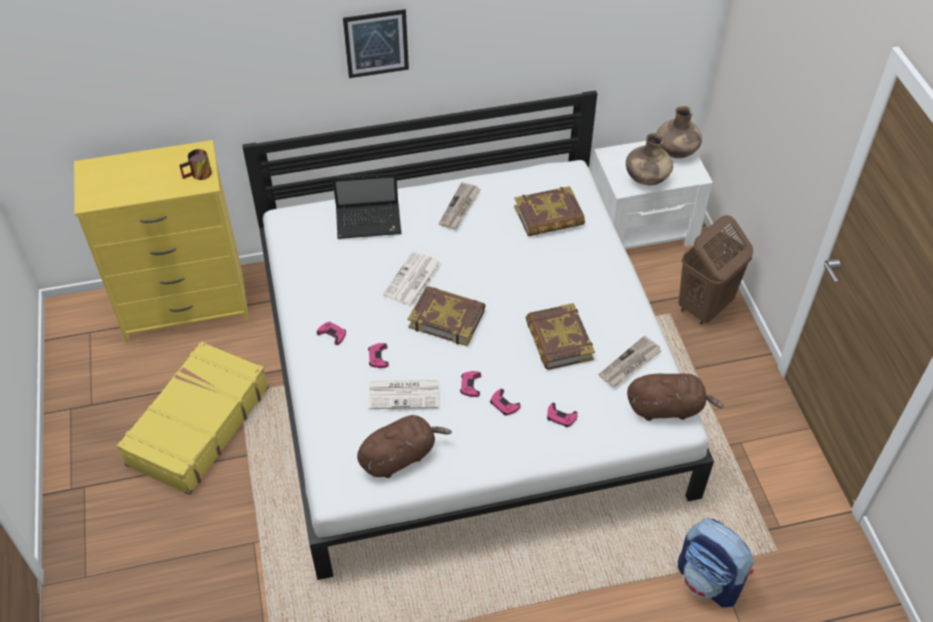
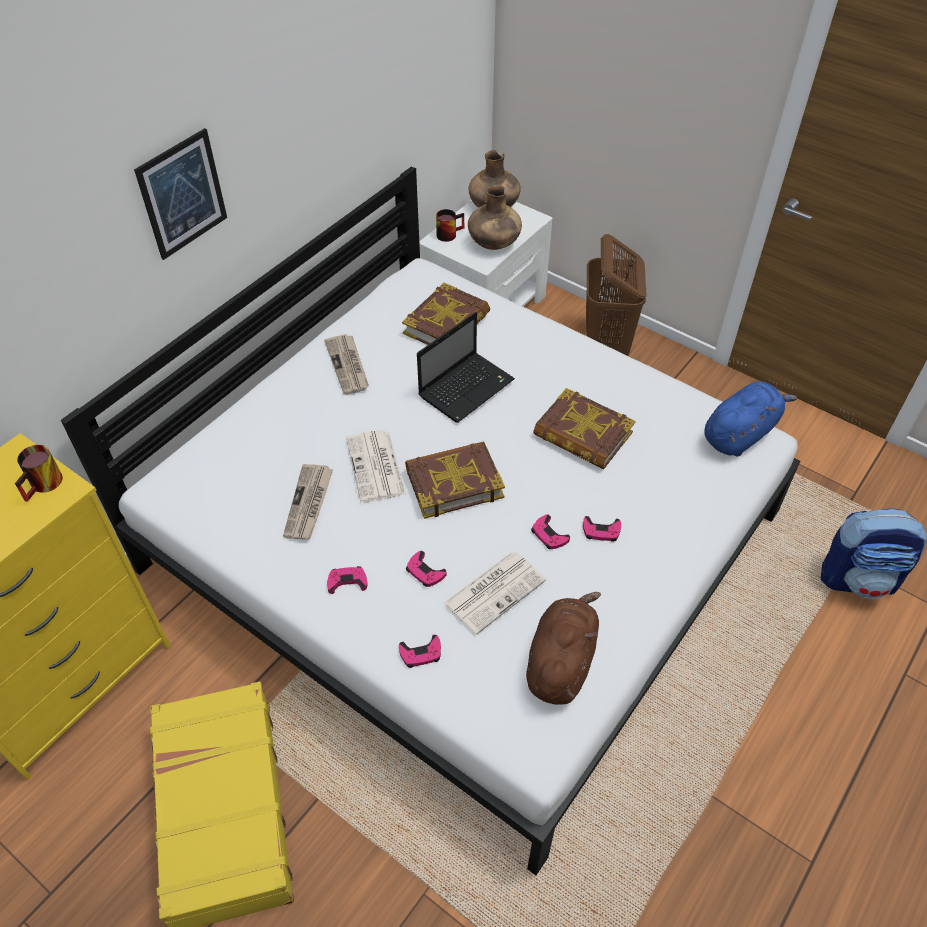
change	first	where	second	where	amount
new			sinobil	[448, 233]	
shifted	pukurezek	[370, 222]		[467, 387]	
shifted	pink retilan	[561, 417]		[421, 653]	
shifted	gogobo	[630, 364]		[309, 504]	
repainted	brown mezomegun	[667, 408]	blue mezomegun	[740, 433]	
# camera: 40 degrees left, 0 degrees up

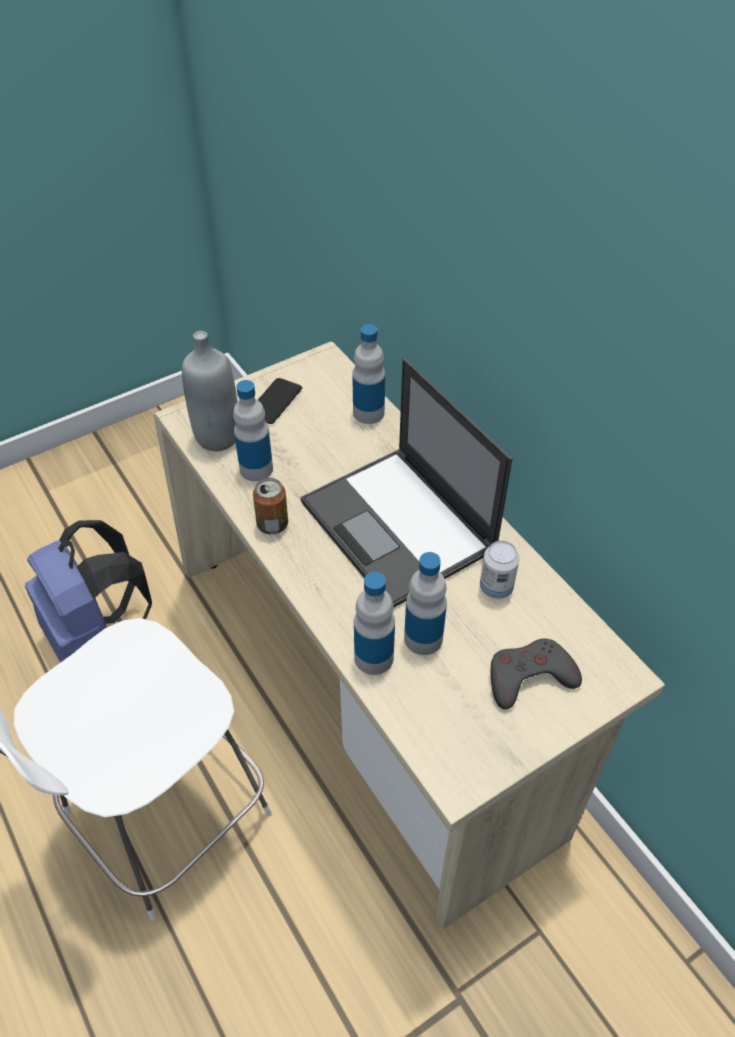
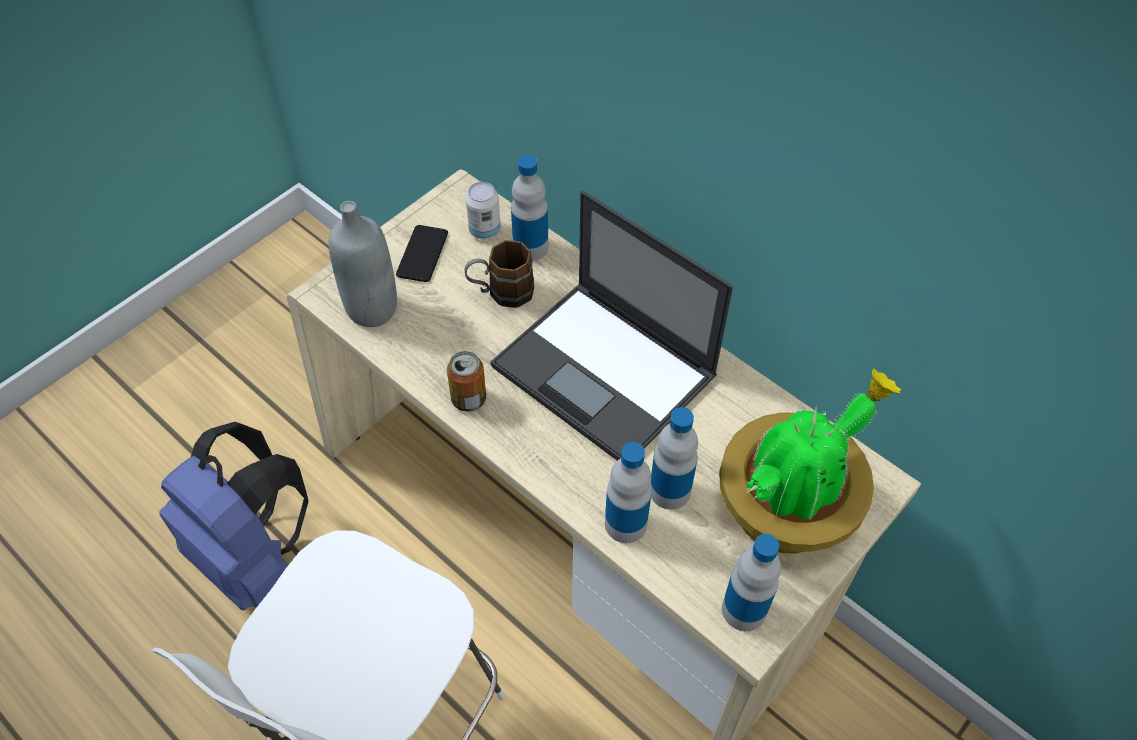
change	first	where	second	where	amount
new			brown sinobil	[501, 292]	
shifted	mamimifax	[256, 469]		[744, 610]	
shifted	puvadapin	[496, 588]		[485, 230]	
swapped	grey retilan	[529, 677]	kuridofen	[789, 507]	
# camera: 15 degrees left, 5 degrees up

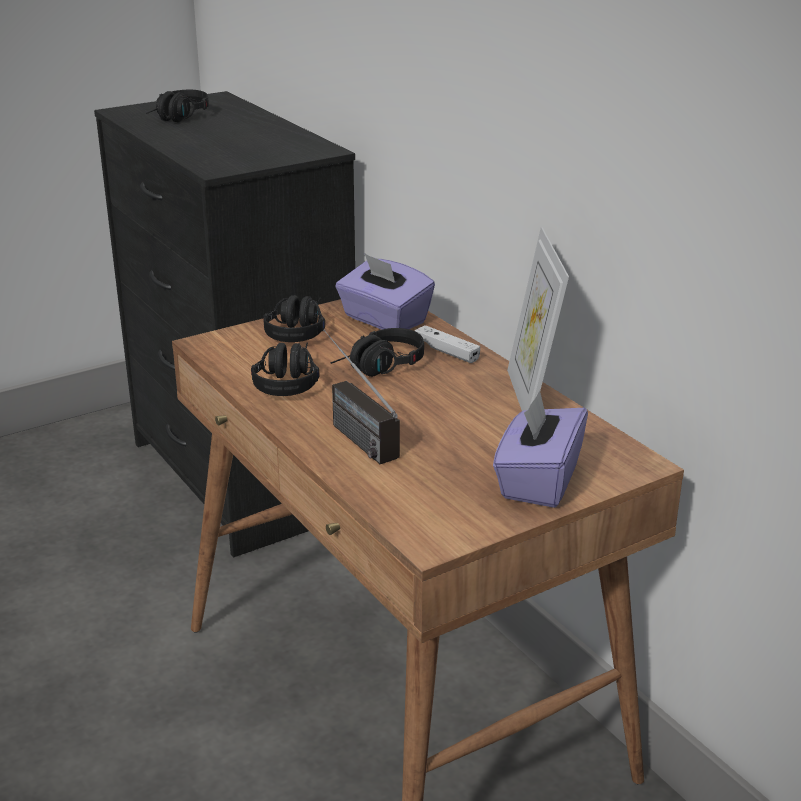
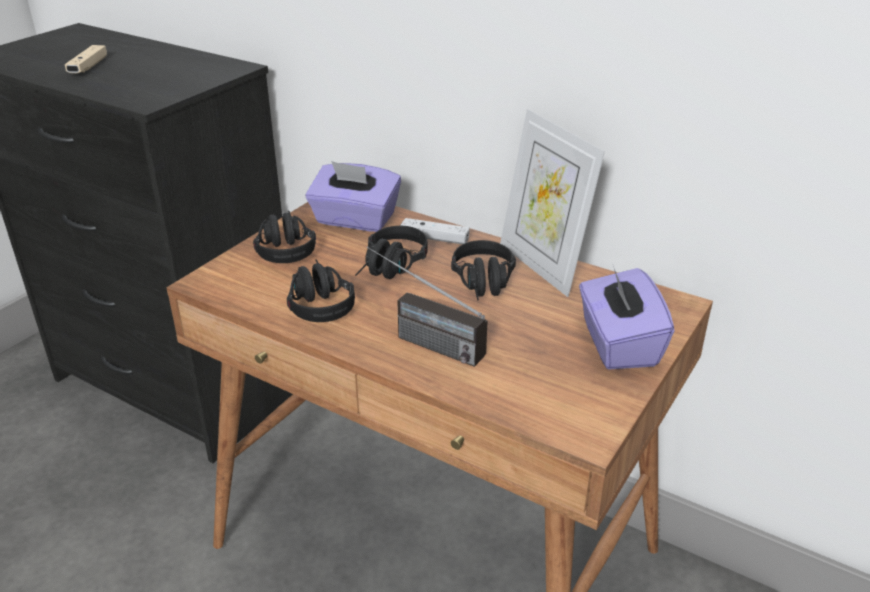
change	first	where	second	where	amount
new			beige retilan	[88, 67]	
shifted	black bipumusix	[178, 118]		[485, 286]	
# camera: 25 degrees left, 5 degrees up

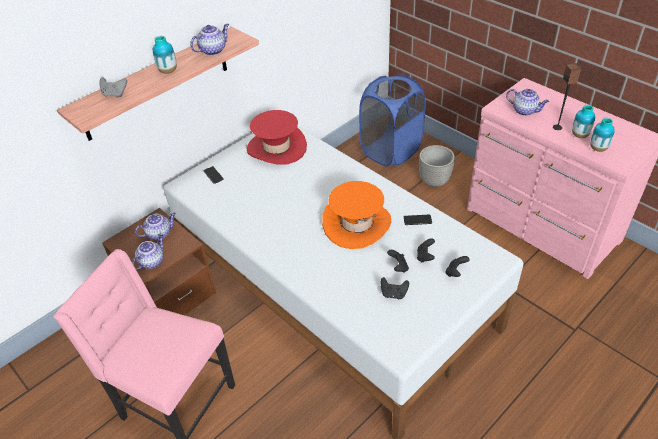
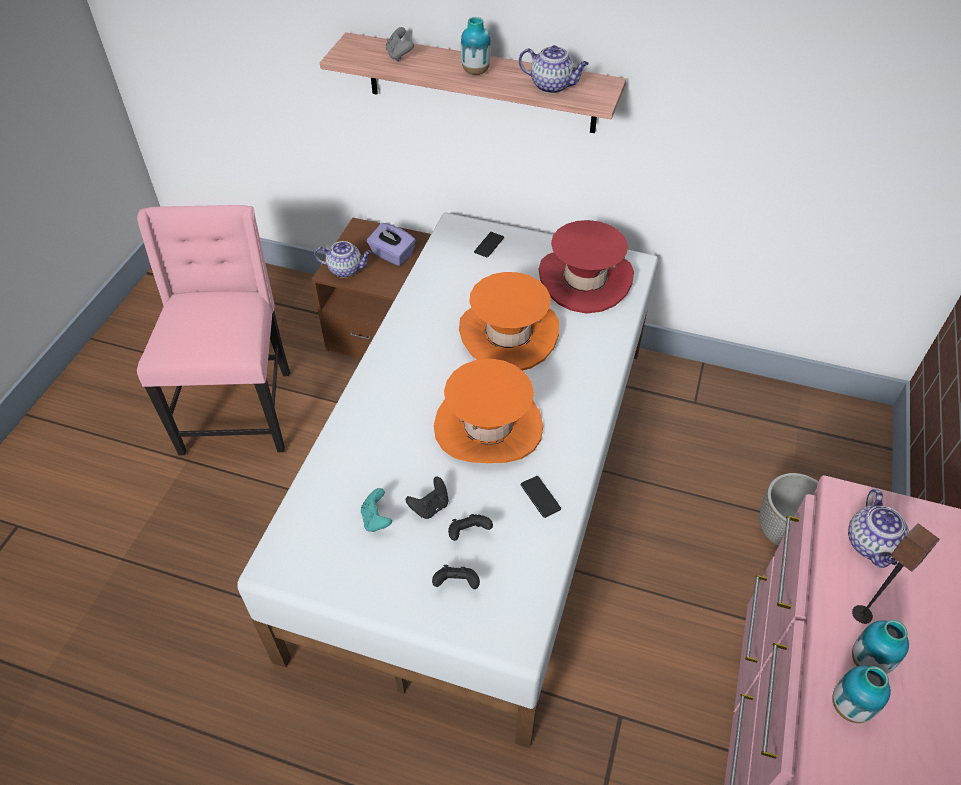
change	first	where	second	where	amount
gone	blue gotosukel	[391, 151]			
new			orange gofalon	[508, 335]	
swapped	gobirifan	[159, 233]	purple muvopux	[392, 255]	
repainted	black retilan	[393, 294]	turquoise retilan	[376, 519]	
# camera: 60 degrees right, 5 degrees up

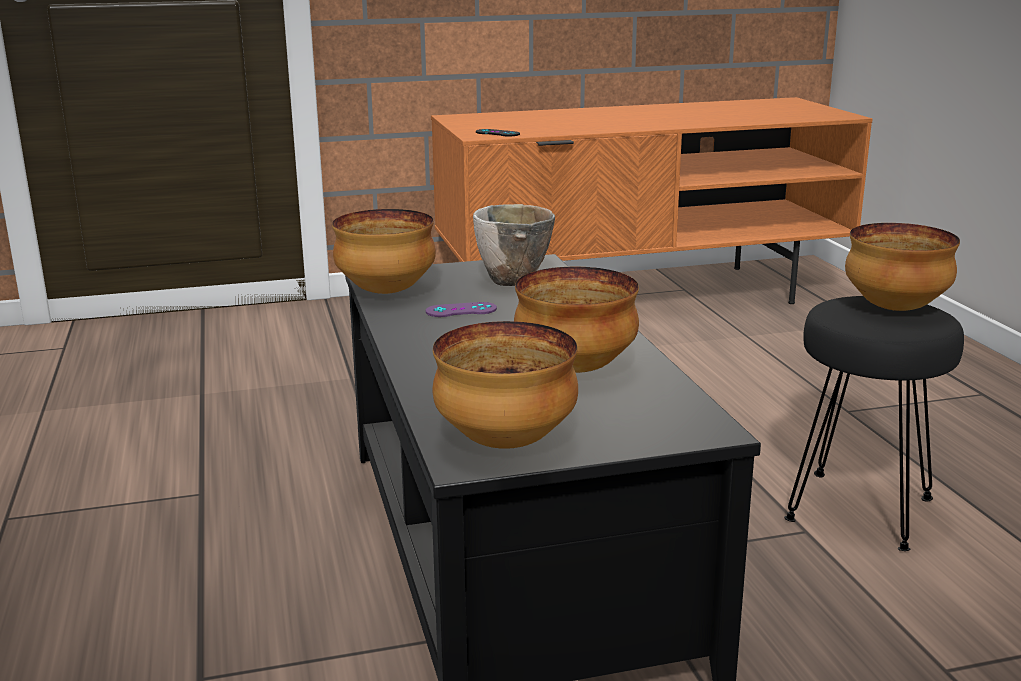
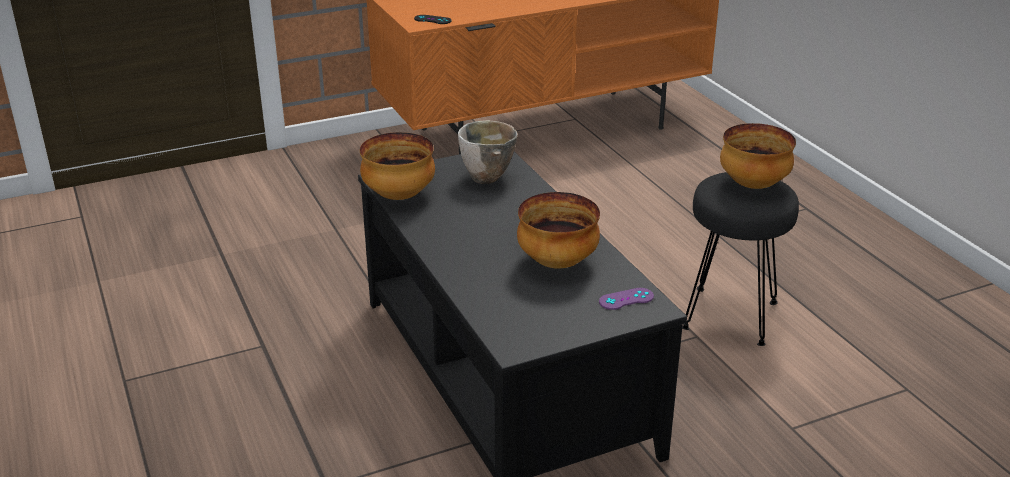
change	first	where	second	where	amount
gone	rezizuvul	[504, 442]			
shifted	purple retilan	[461, 310]		[626, 299]	
# camera: 10 degrees left, 10 degrees up

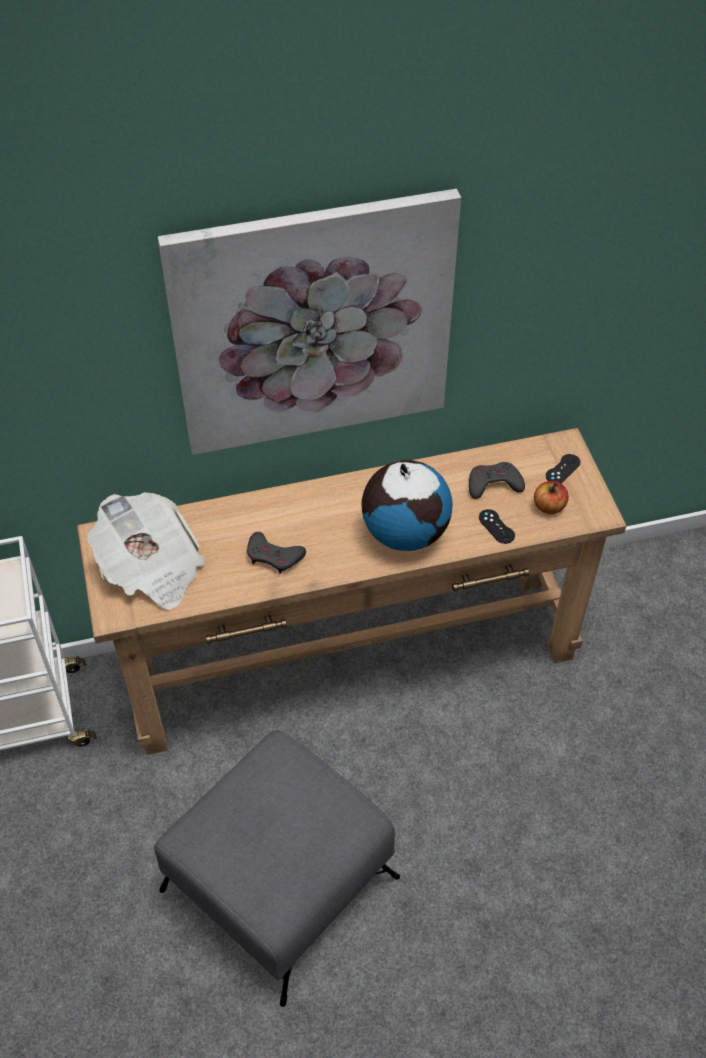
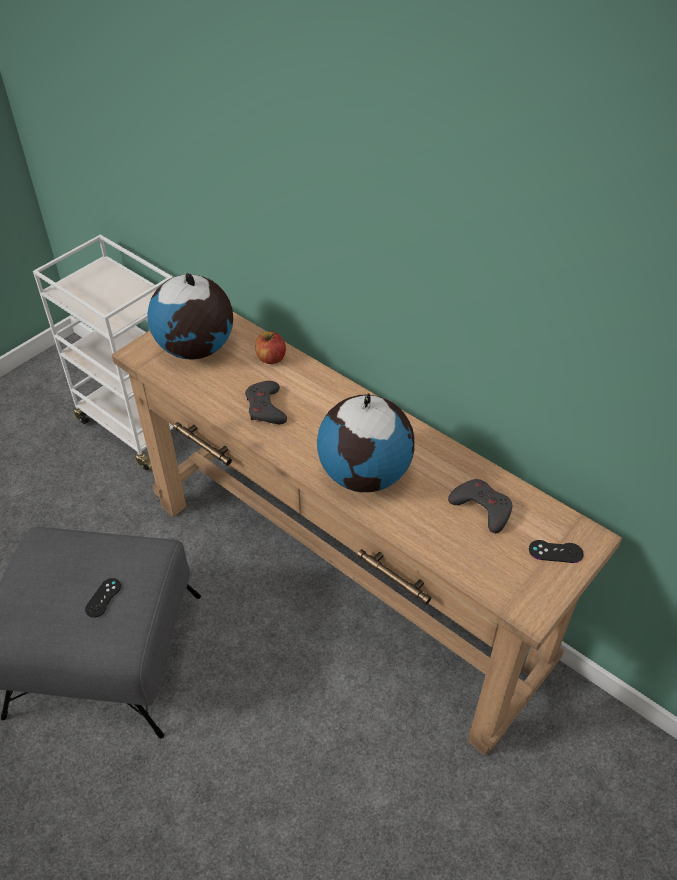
change	first	where	second	where	amount
gone	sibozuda	[313, 325]			
shifted	black retilan	[496, 526]		[103, 598]	
shifted	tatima	[549, 507]		[271, 358]	
swapped	gogobo	[151, 568]	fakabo	[196, 349]	
# camera: 55 degrees right, 5 degrees down

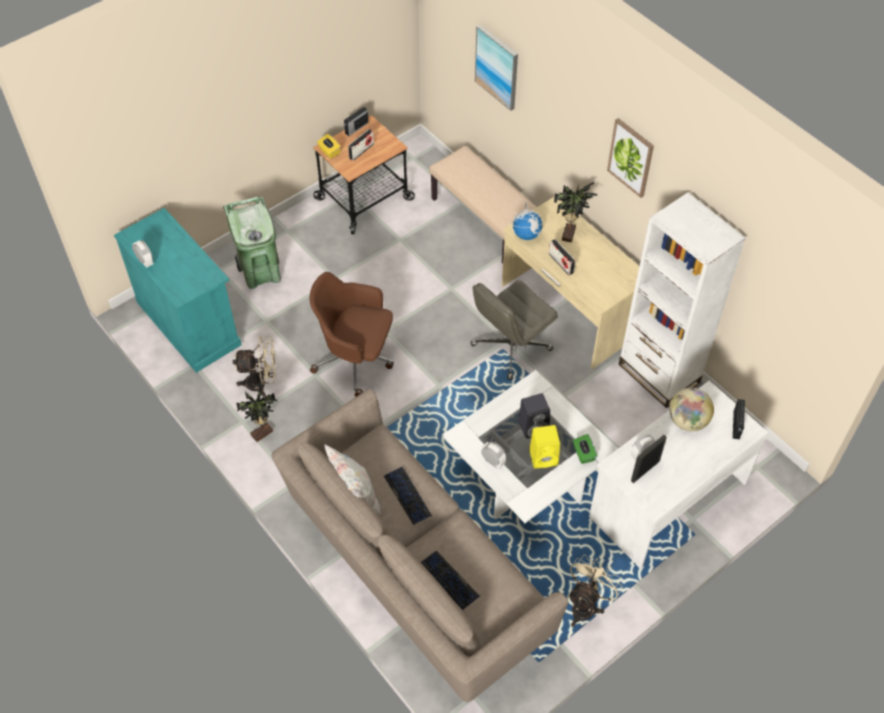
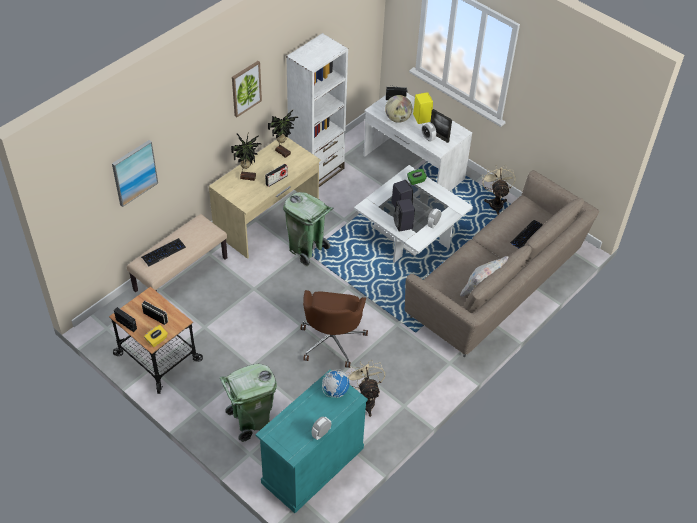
change	first	where	second	where	amount
new			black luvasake	[403, 225]	
shifted	kuridofen	[263, 434]		[283, 151]	
shifted	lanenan	[408, 496]		[163, 252]	
shifted	fakabo	[526, 234]		[335, 391]	
shifted	yellow luvasake	[544, 457]		[421, 117]	
swapped	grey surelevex	[510, 348]	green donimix	[306, 249]	
rotated	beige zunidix	[586, 605]		[495, 202]	60 degrees clockwise
# camera: 100 degrees left, 5 degrees down

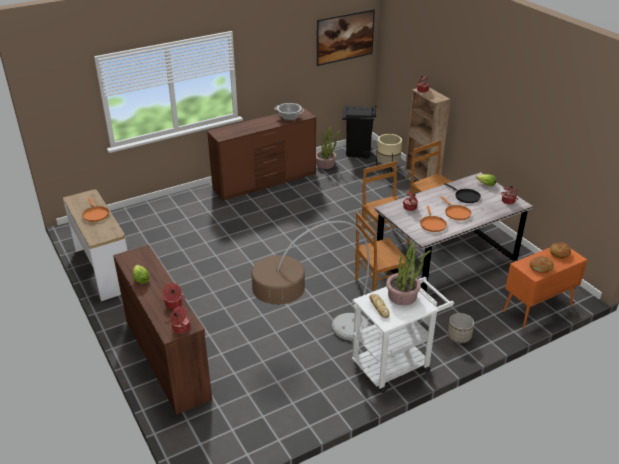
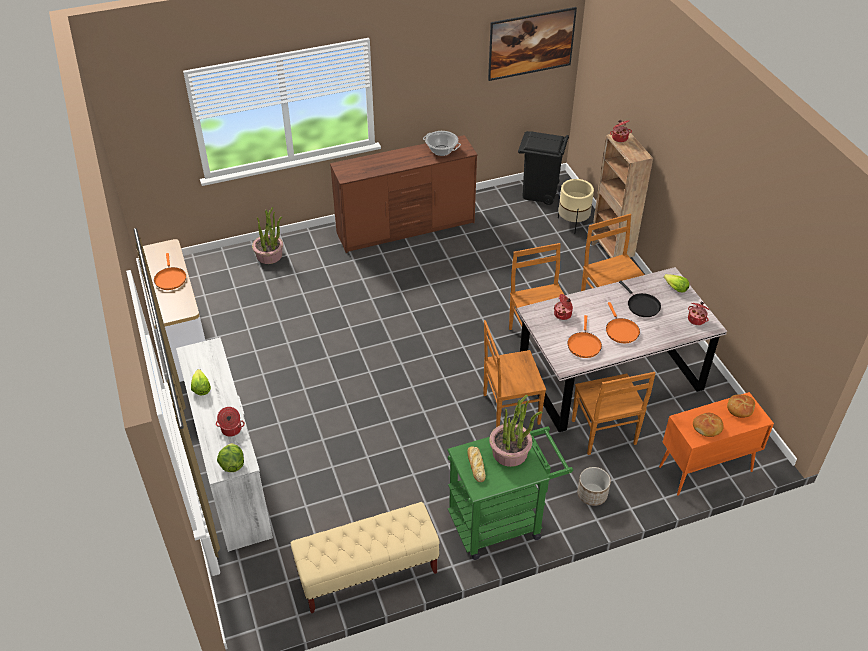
change	first	where	second	where	amount
gone	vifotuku	[310, 349]			
new			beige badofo	[367, 573]	
new			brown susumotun	[604, 434]	
shifted	kuridofen	[325, 164]		[269, 255]	
swapped	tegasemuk	[180, 328]	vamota	[232, 465]	
repainted	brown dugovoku	[167, 358]	white dugovoku	[232, 474]	
repainted	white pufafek	[396, 363]	green pufafek	[502, 521]	
# camera: 10 degrees right, 10 degrees up

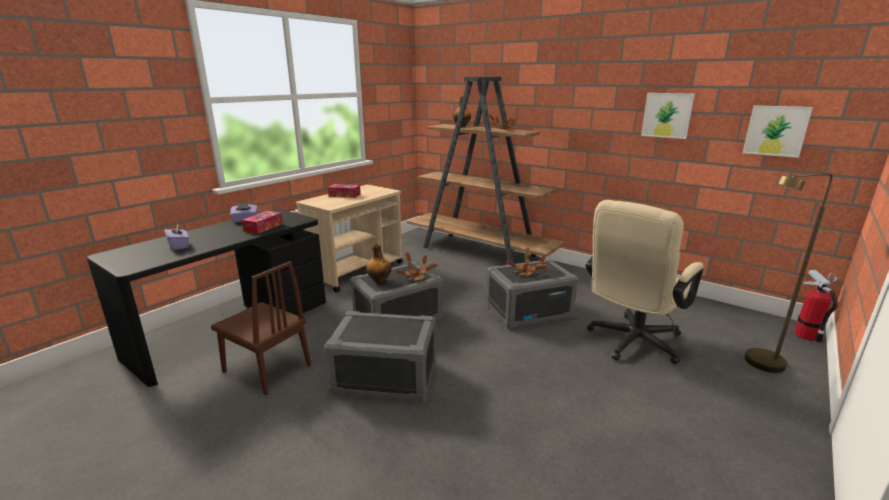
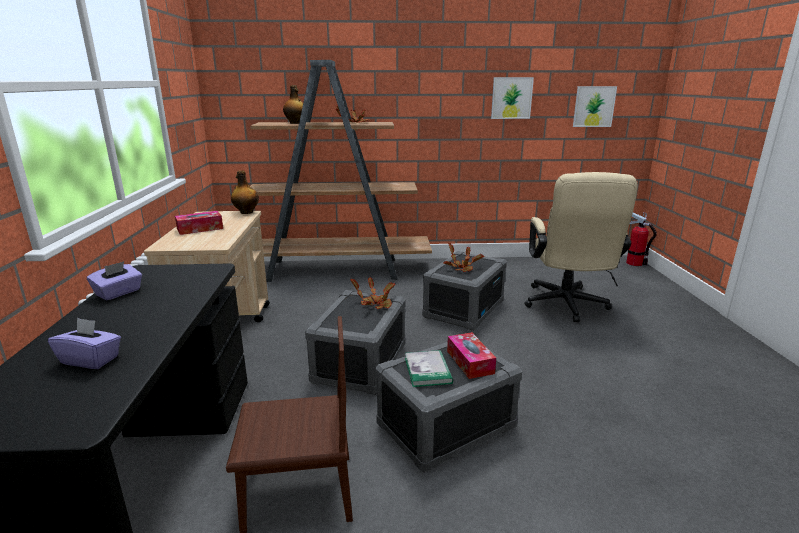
change	first	where	second	where	amount
gone	brown vifotuku	[758, 365]			
new			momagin	[427, 370]	
shifted	muvopux	[263, 227]		[470, 362]	
shifted	mamimifax	[379, 281]		[246, 212]	
# camera: 40 degrees left, 0 degrees up

